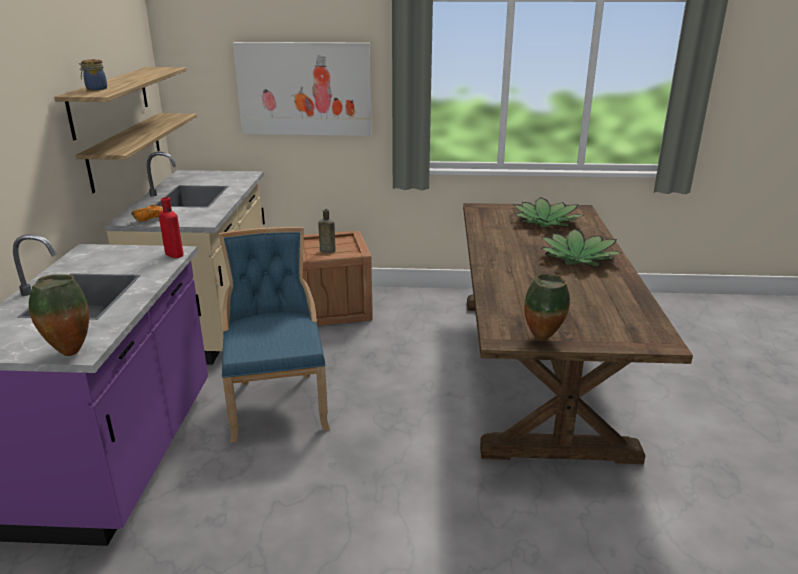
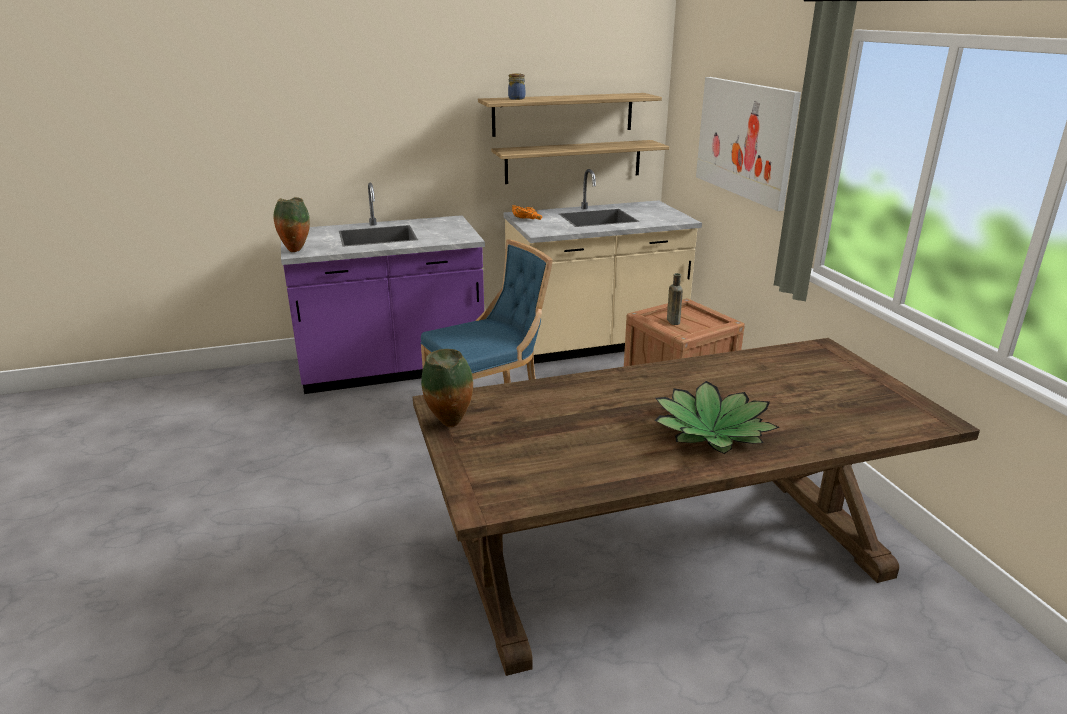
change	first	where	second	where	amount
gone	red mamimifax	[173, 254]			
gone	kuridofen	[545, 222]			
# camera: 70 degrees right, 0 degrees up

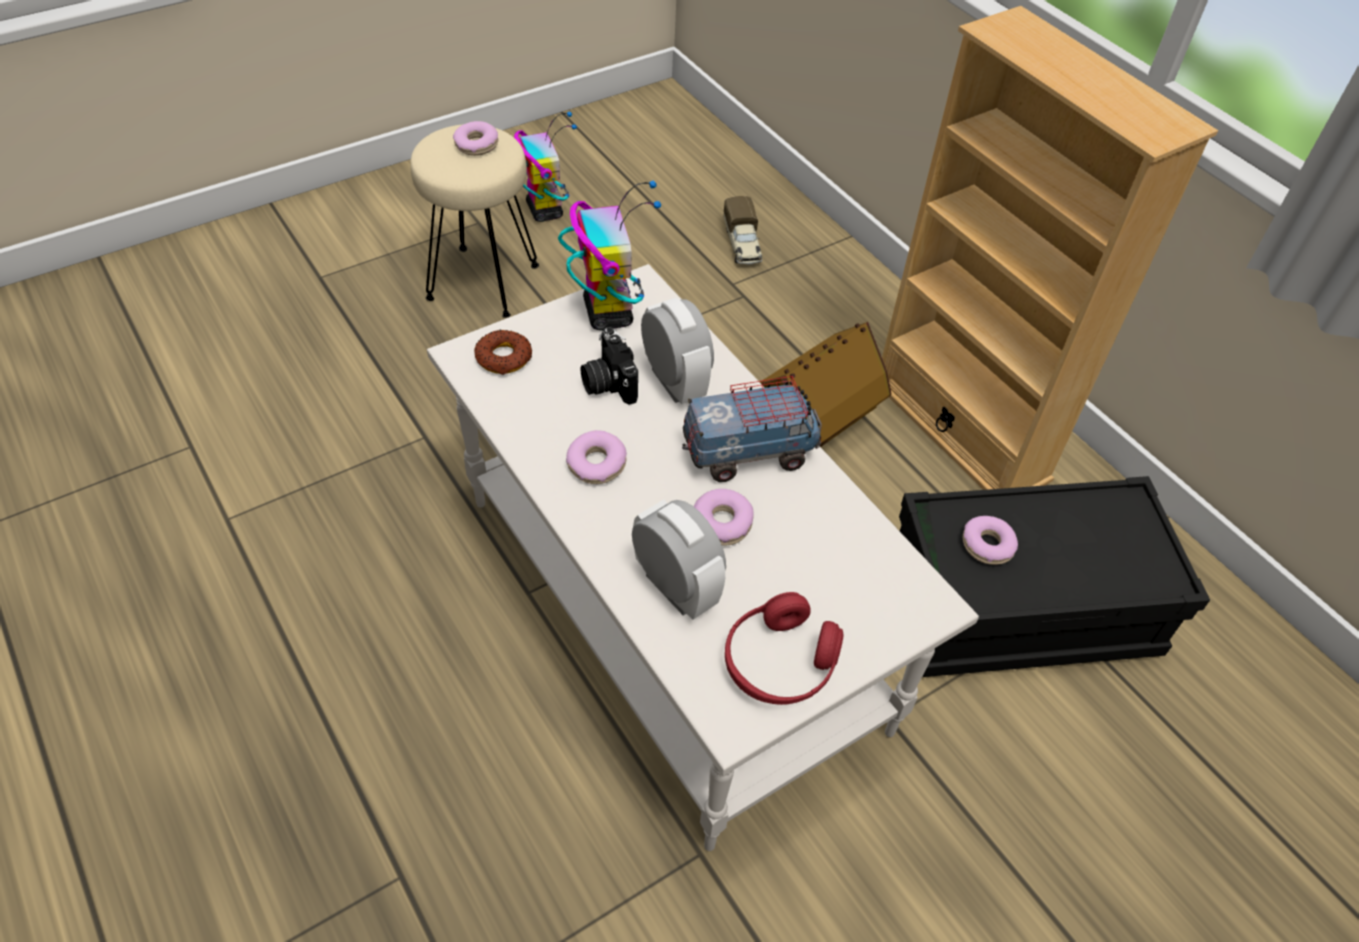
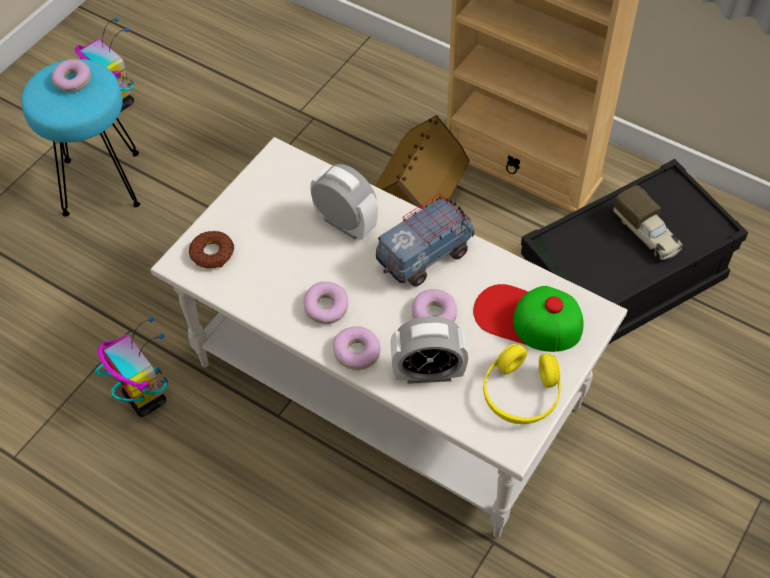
change	first	where	second	where	amount
gone	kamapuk	[607, 382]			
new			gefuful	[527, 319]	
shifted	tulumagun	[607, 312]		[144, 397]	
shifted	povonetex	[742, 245]		[647, 234]	
shifted	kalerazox	[987, 545]		[357, 352]	
repainted	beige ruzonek	[482, 281]	turquoise ruzonek	[100, 183]	
repainted	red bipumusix	[779, 662]	yellow bipumusix	[521, 394]	
rotated	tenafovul	[675, 588]		[428, 372]	150 degrees clockwise
# camera: 20 degrees left, 5 degrees up

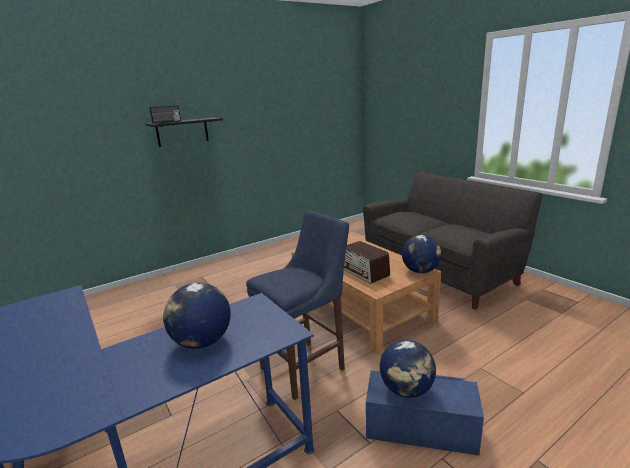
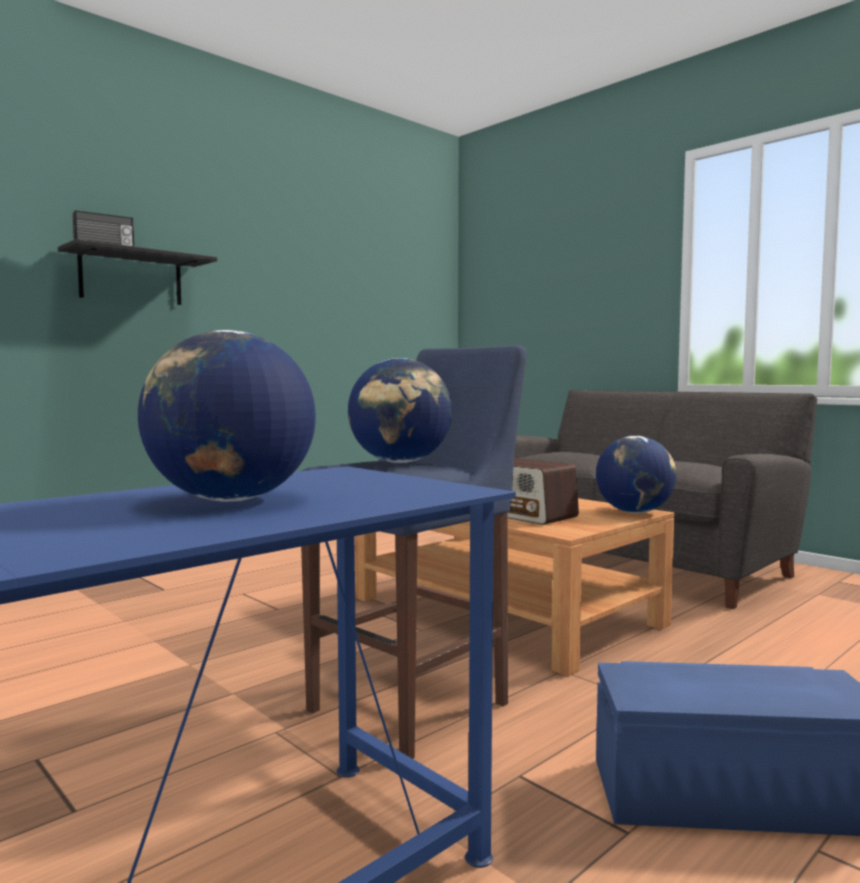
change	first	where	second	where	amount
shifted	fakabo	[407, 390]		[400, 462]	
# camera: 10 degrees left, 15 degrees down

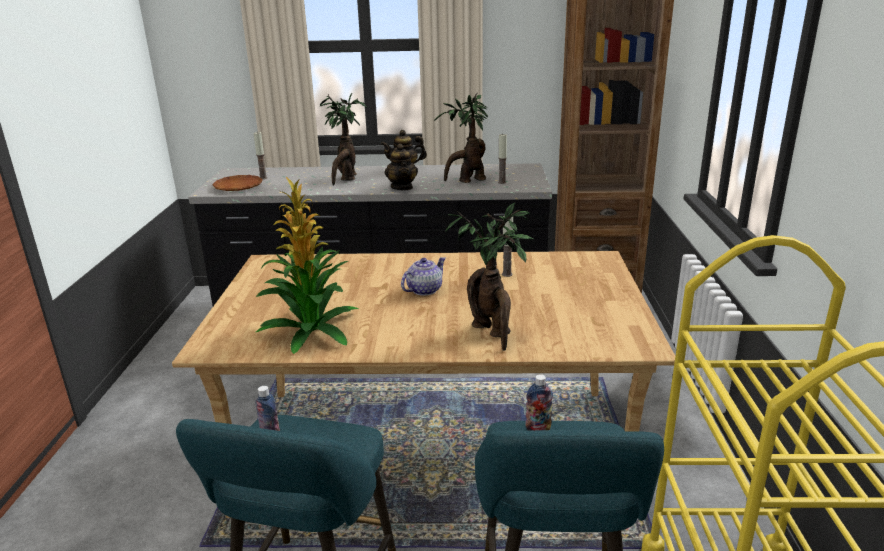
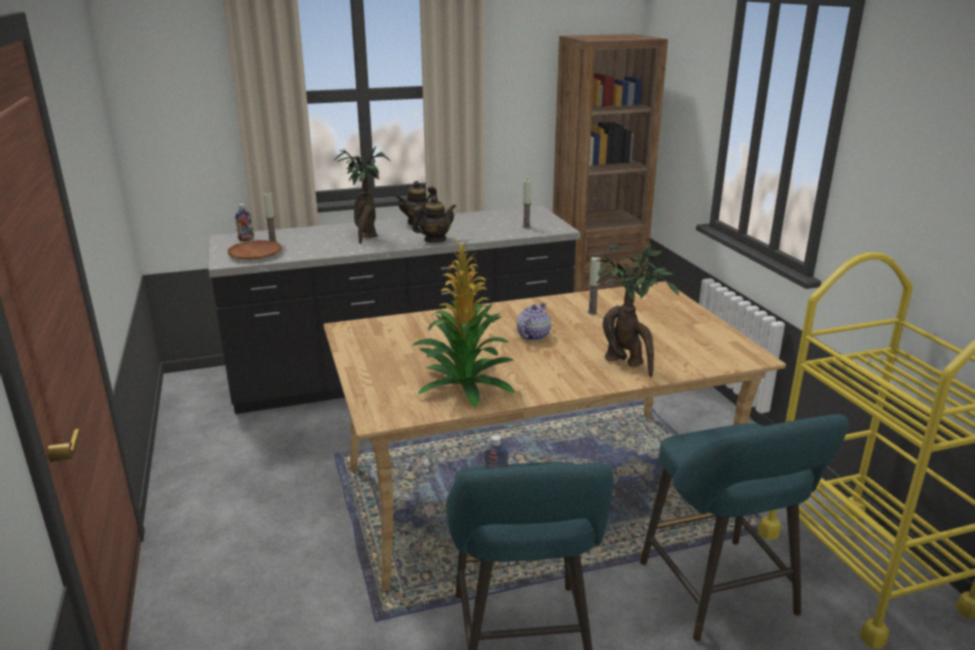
change	first	where	second	where	amount
gone	kuridofen	[468, 181]			
shifted	mamimifax	[538, 429]		[246, 239]	
rotated	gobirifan	[402, 187]		[434, 240]	90 degrees counterclockwise
# camera: 20 degrees left, 0 degrees up

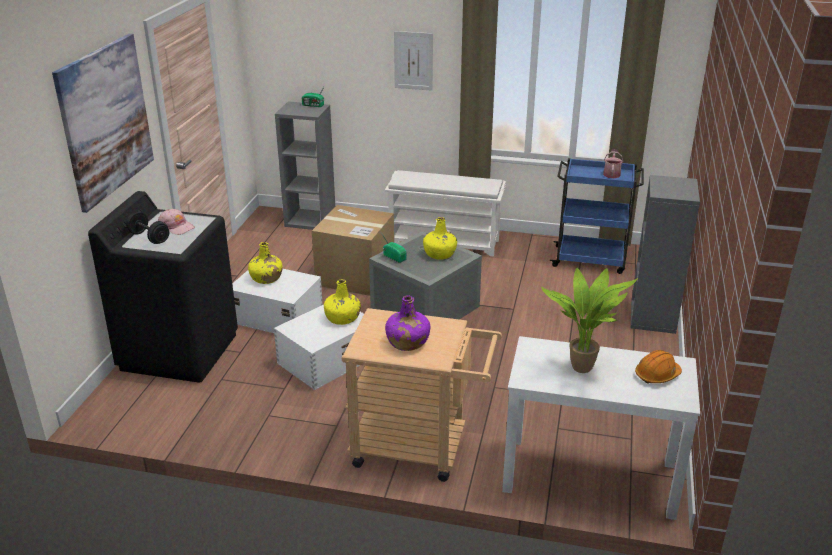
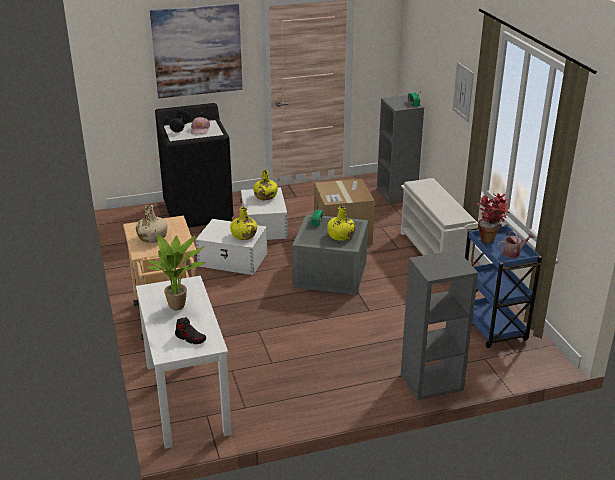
change	first	where	second	where	amount
new			kuridofen	[490, 238]	
swapped	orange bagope	[657, 375]	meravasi	[190, 338]	
repainted	purple mamimifax	[407, 342]	beige mamimifax	[152, 237]	
# camera: 60 degrees right, 0 degrees up

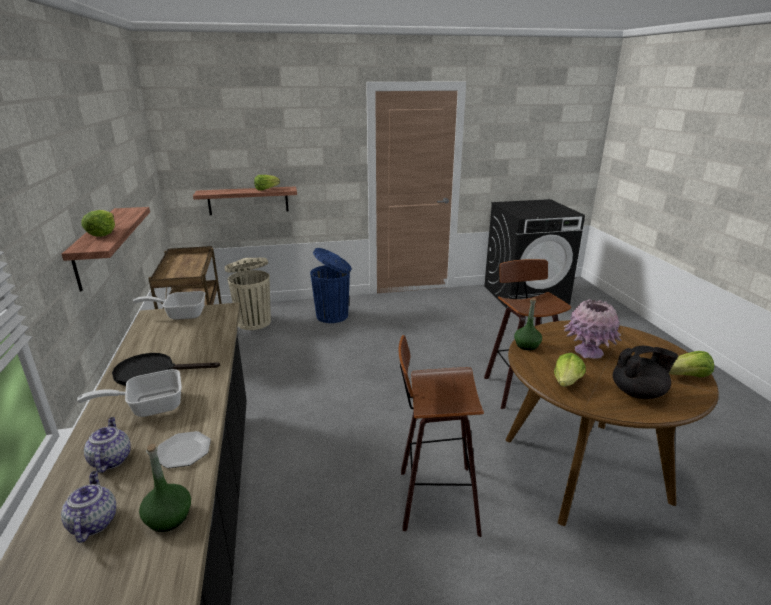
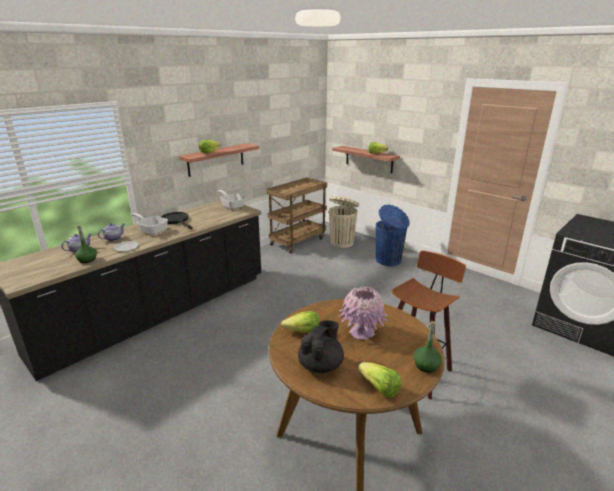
change	first	where	second	where	amount
gone	ruzonek	[434, 499]			
shifted	green mamimifax	[526, 345]		[426, 366]	
rotated	black gobirifan	[638, 393]		[321, 365]	105 degrees counterclockwise
# camera: 55 degrees right, 0 degrees up

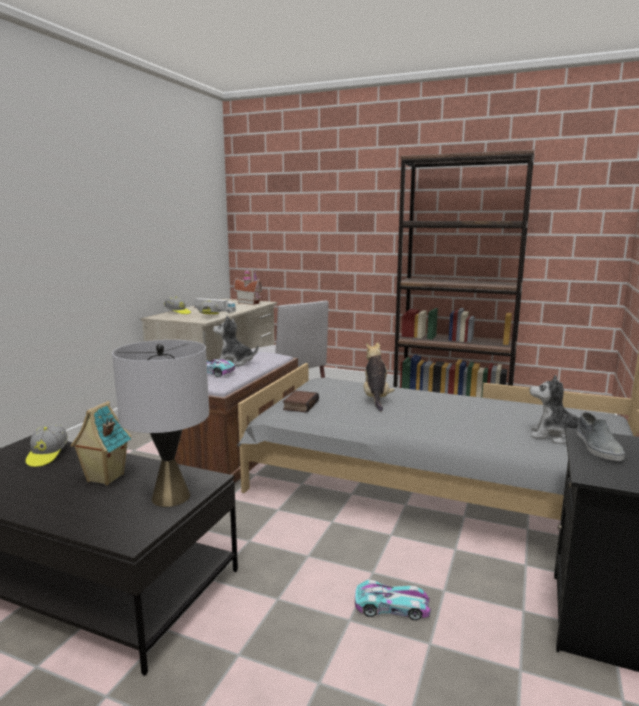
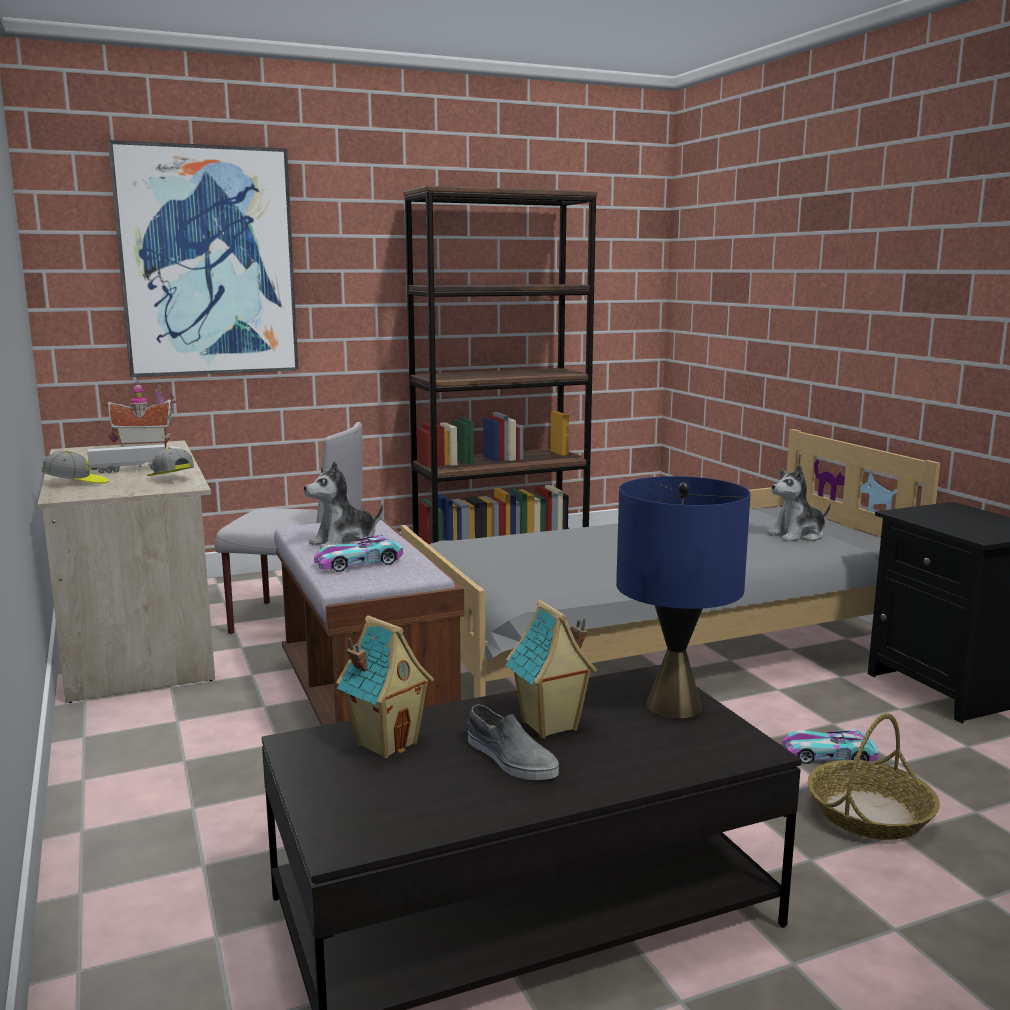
change	first	where	second	where	amount
gone	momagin	[300, 405]			
gone	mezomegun	[376, 398]			
new			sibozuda	[207, 262]	
new			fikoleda	[869, 814]	
shifted	grey meravasi	[597, 446]		[510, 758]	
swapped	gefuful	[47, 455]	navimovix	[386, 743]	
repainted	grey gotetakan	[171, 496]	blue gotetakan	[673, 705]	
rotated	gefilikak	[391, 607]		[828, 755]	135 degrees counterclockwise
# camera: 45 degrees left, 0 degrees up

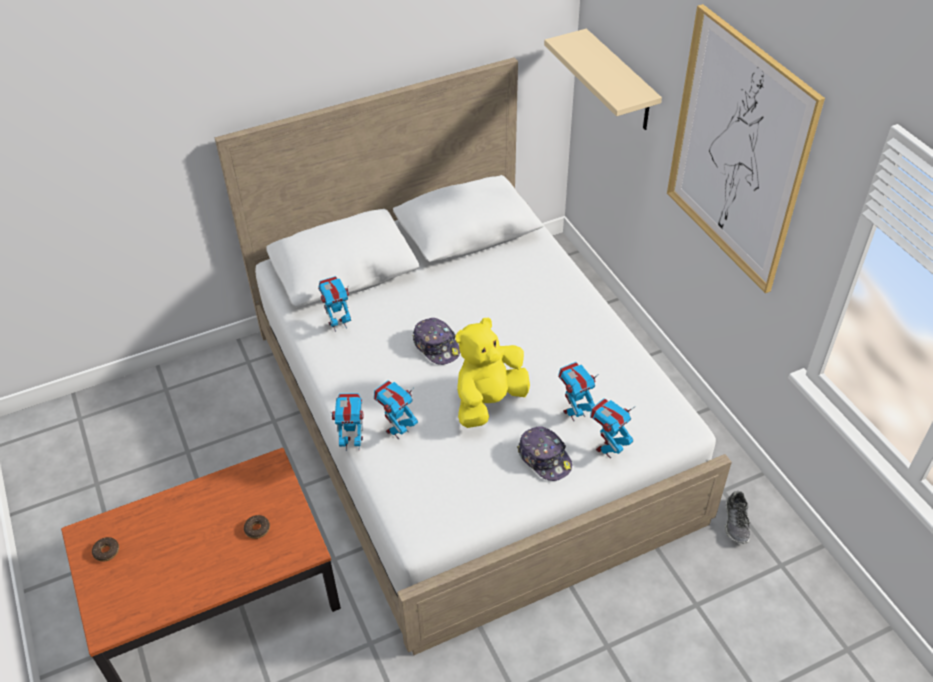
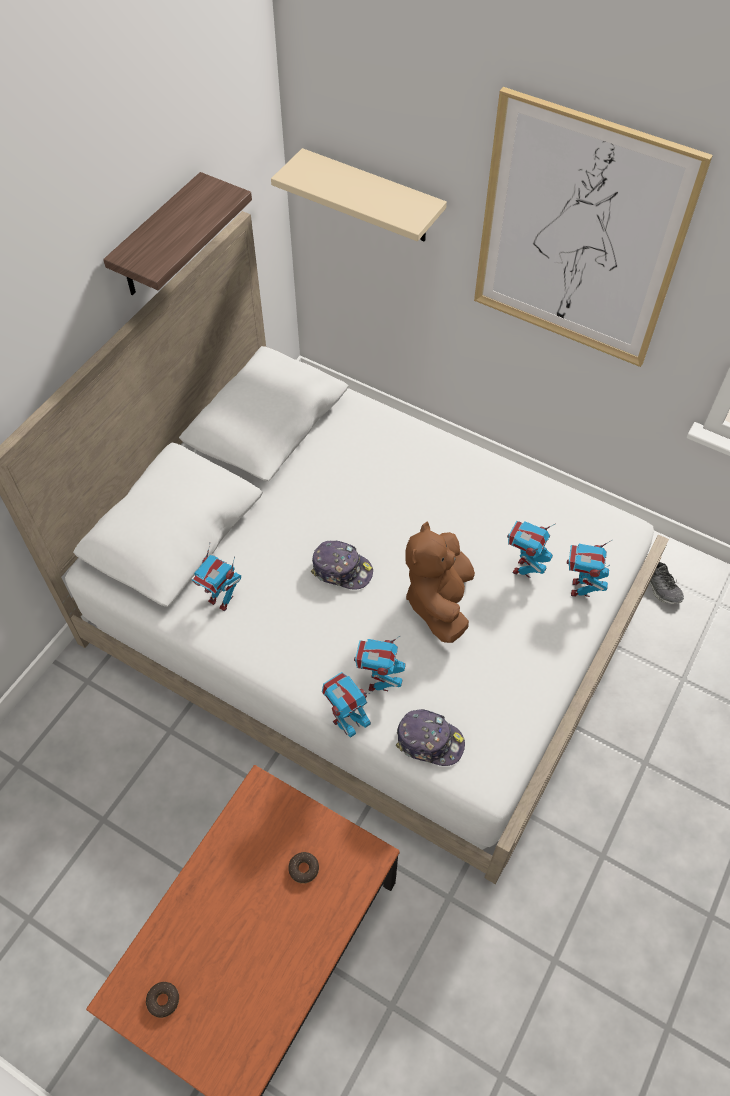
change	first	where	second	where	amount
new			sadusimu	[158, 239]	
shifted	gefuful	[544, 458]		[429, 741]	
repainted	yellow mezomegun	[489, 401]	brown mezomegun	[439, 601]	
rotated	tulumagun	[338, 325]		[221, 600]	90 degrees counterclockwise
# camera: 35 degrees left, 10 degrees up

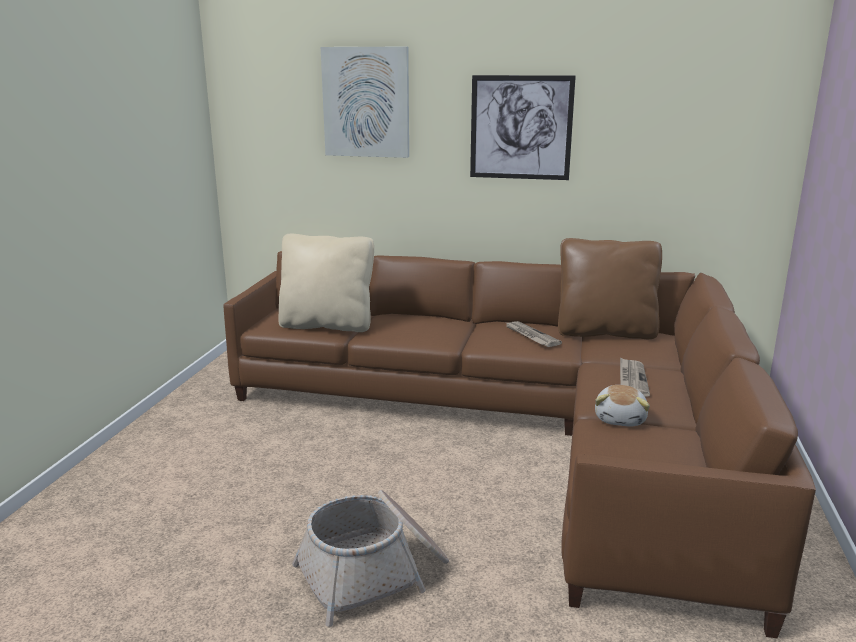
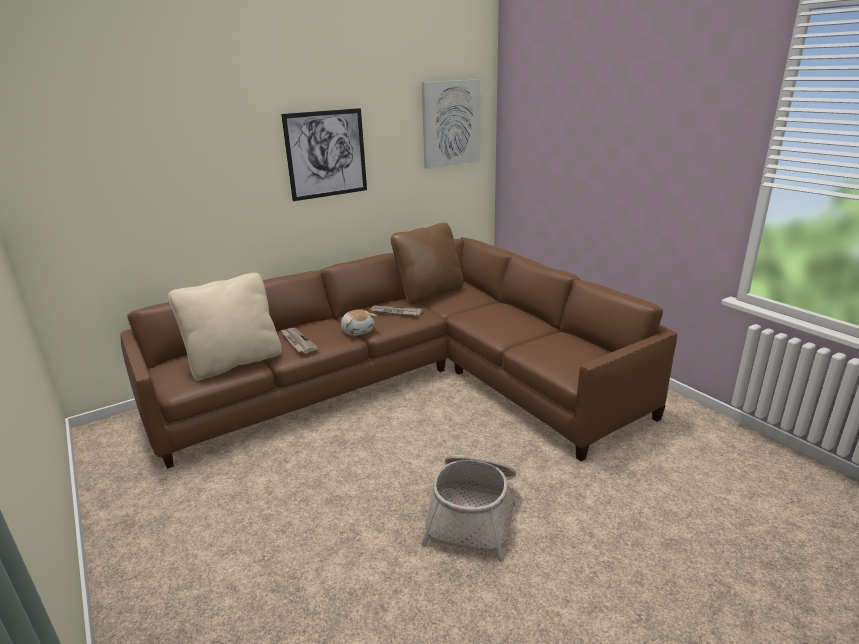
change	first	where	second	where	amount
shifted	sibozuda	[366, 102]		[451, 123]	
shifted	mezomegun	[621, 419]		[358, 331]	
shifted	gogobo	[632, 379]		[297, 342]	
# camera: 45 degrees left, 5 degrees up

